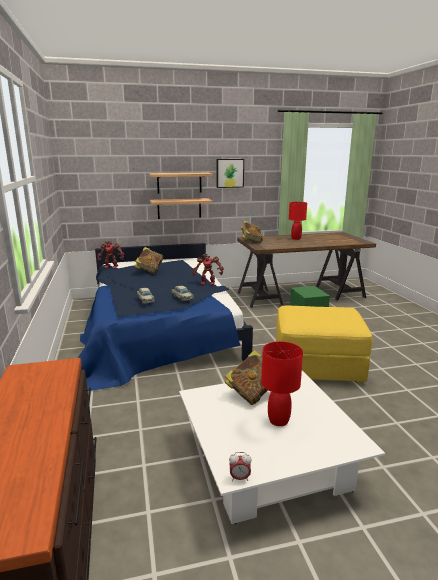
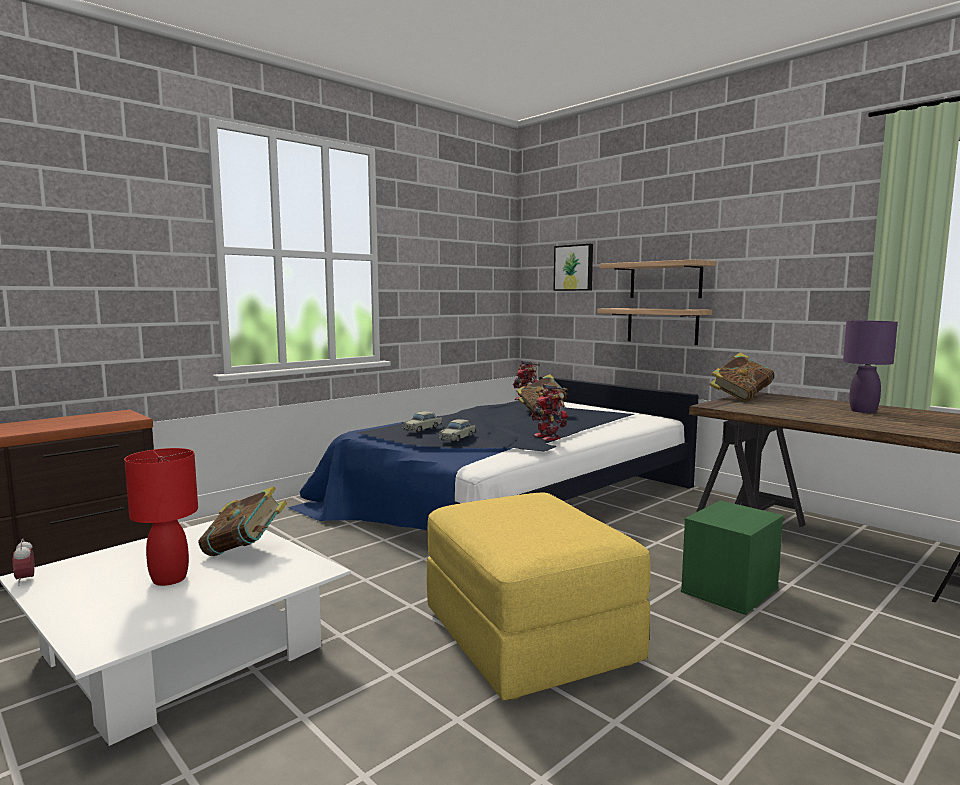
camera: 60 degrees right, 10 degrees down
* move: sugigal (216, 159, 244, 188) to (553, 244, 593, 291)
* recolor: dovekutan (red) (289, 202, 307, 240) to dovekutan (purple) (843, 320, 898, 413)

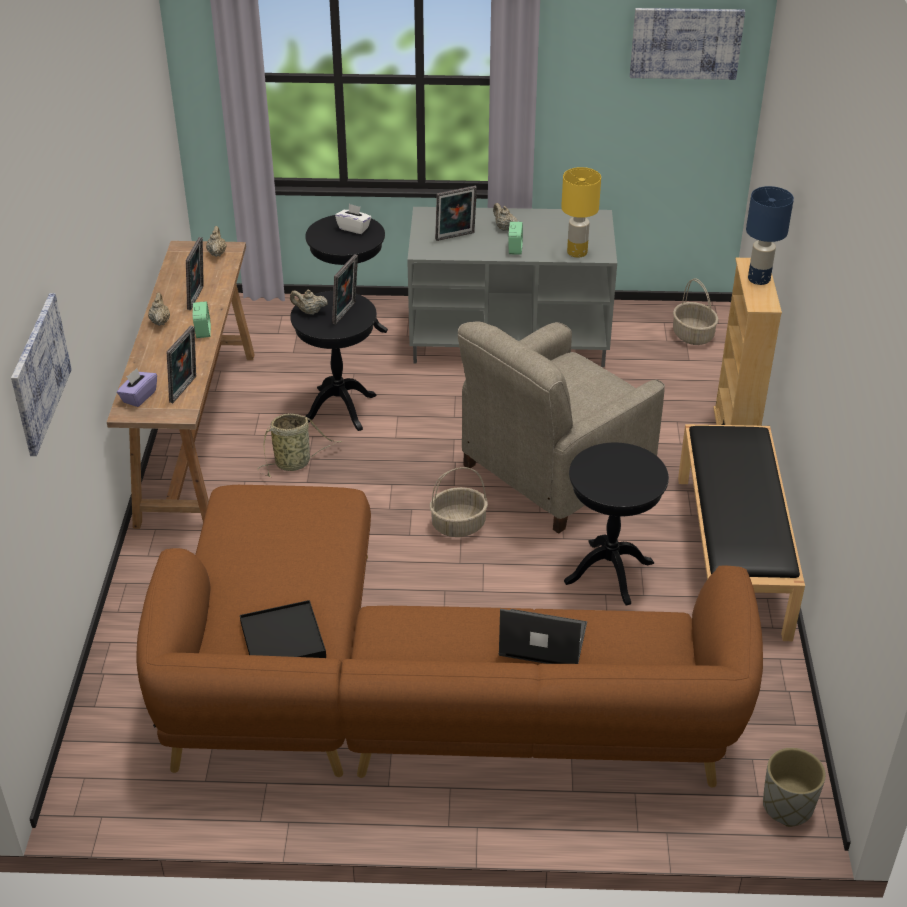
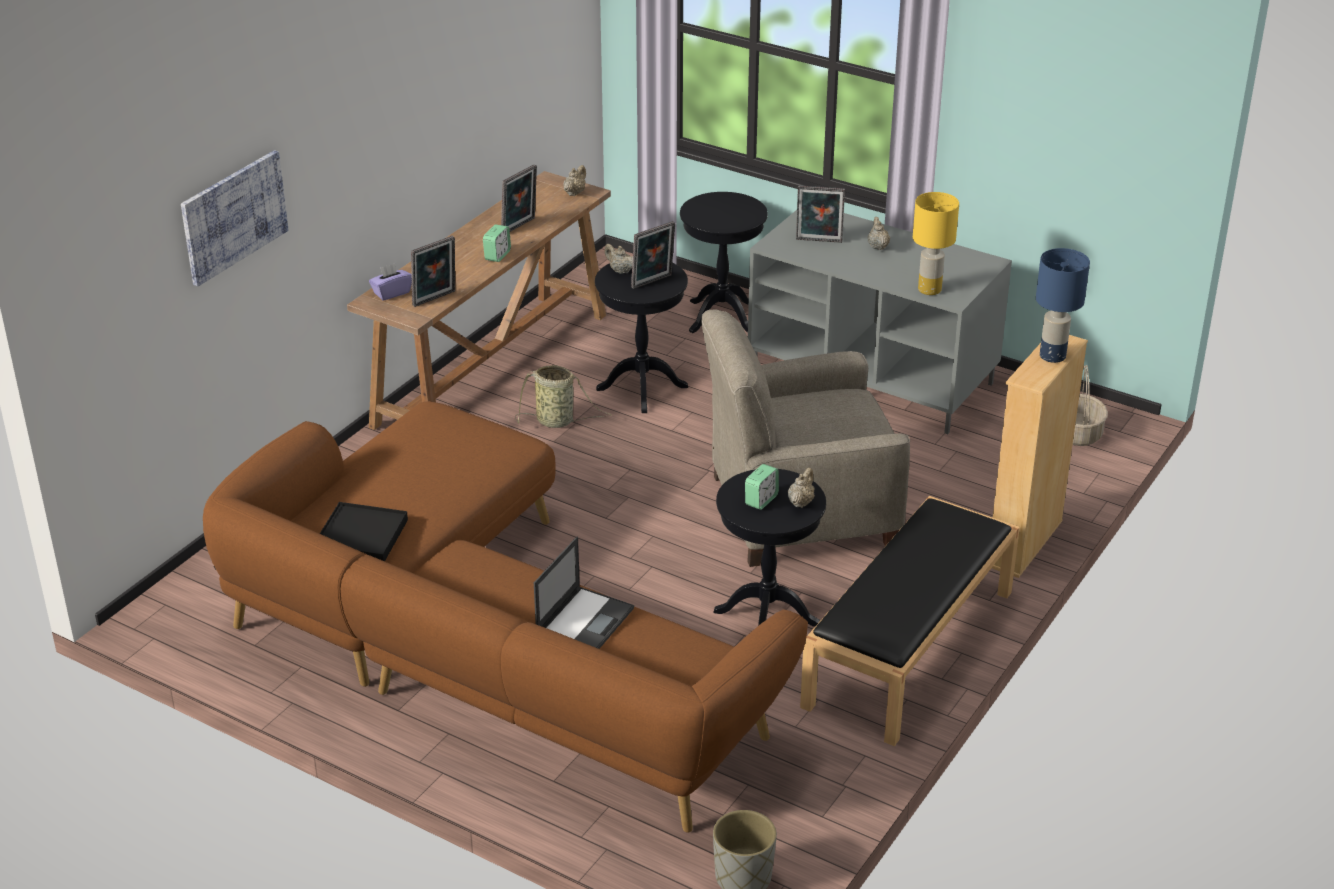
camera: 30 degrees right, 5 degrees down
* delete: sugigal (630, 8, 745, 80)
* delete: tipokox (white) (335, 204, 372, 234)
* move: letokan (508, 222, 523, 255) to (745, 464, 779, 510)
* move: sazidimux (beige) (148, 293, 170, 326) to (788, 467, 815, 508)
* delete: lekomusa (430, 467, 488, 537)
* rotate: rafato (499, 609, 587, 664) = (534, 537, 634, 649) 75 degrees clockwise

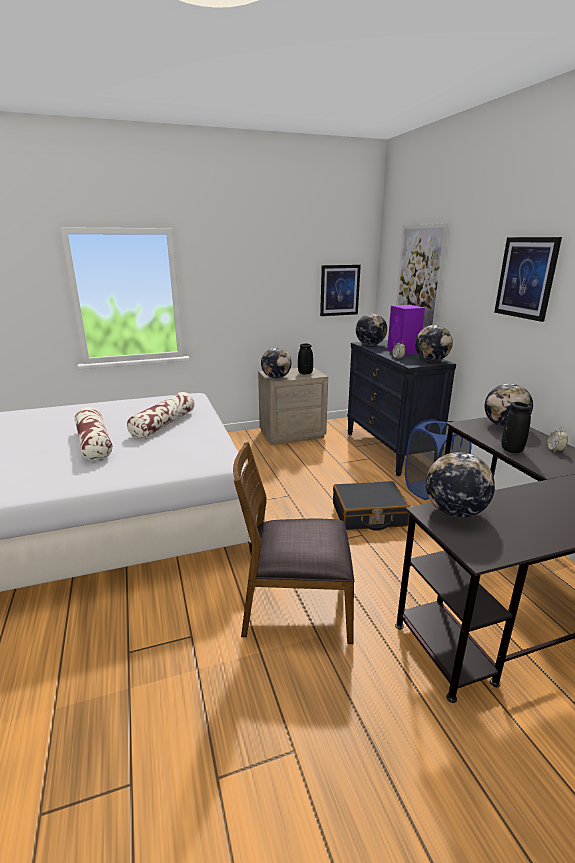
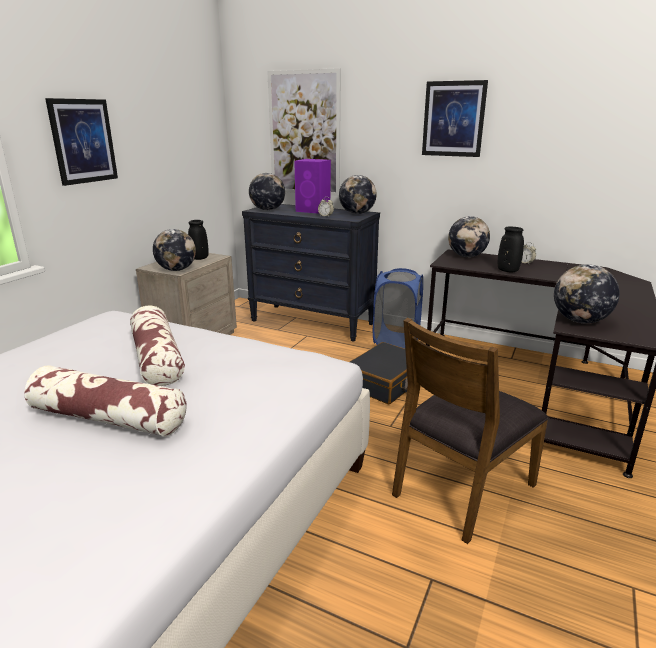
camera: 45 degrees left, 0 degrees up
* move: sugigal (320, 265, 361, 316) to (45, 98, 118, 186)

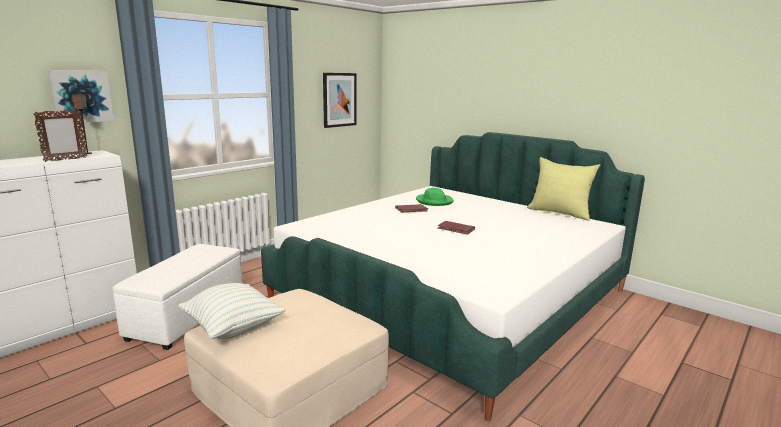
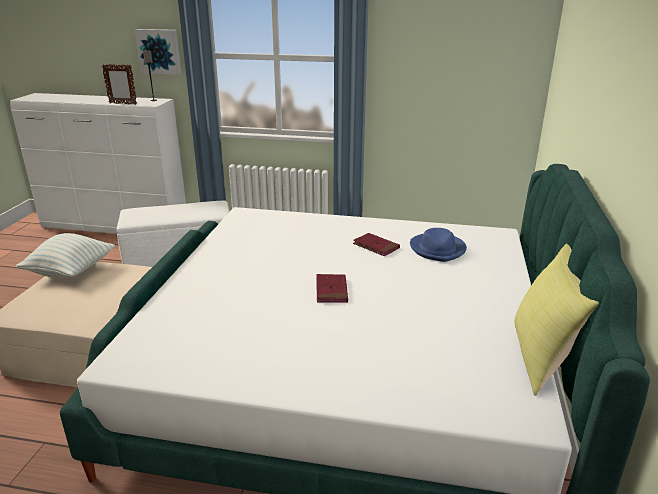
camera: 60 degrees right, 10 degrees up
* delete: sugigal (323, 73, 357, 128)
* recolor: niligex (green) (416, 188, 454, 206) to niligex (blue) (410, 228, 467, 262)

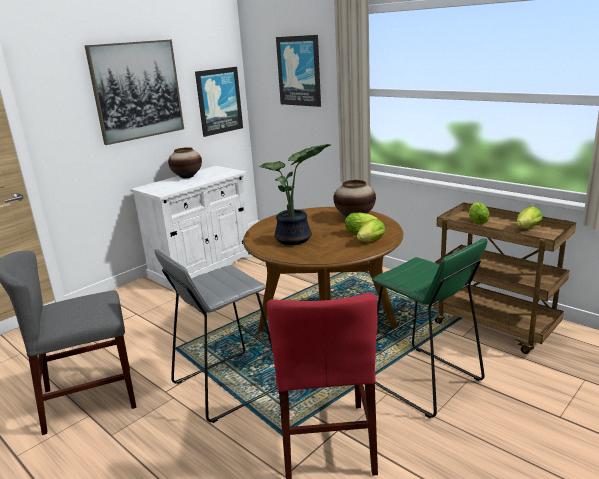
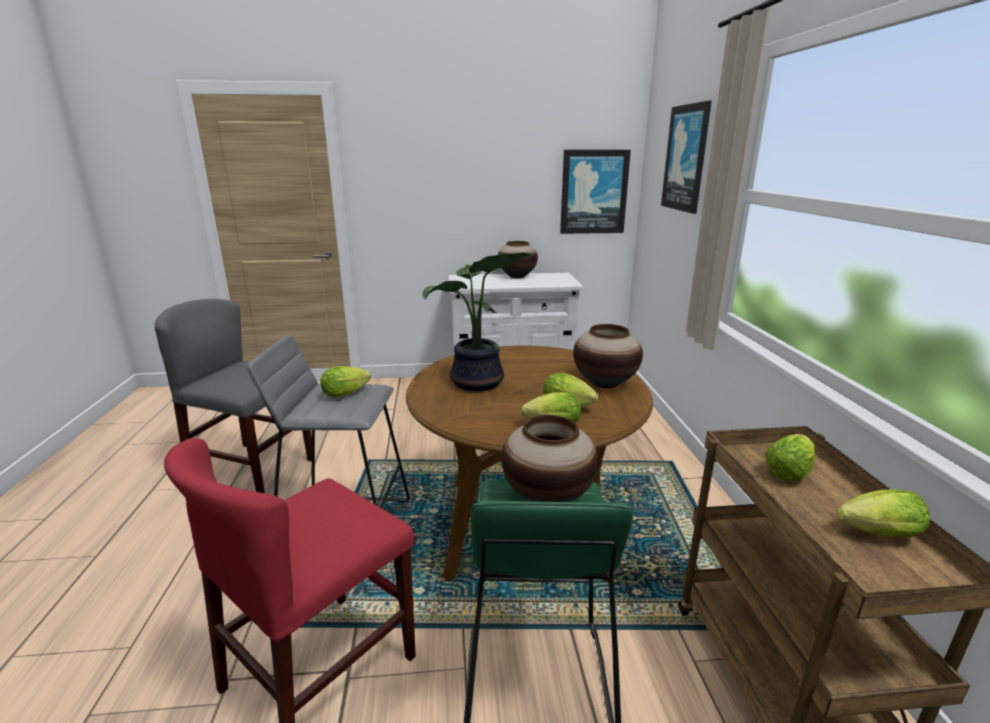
camera: 40 degrees right, 0 degrees up
* delete: sugigal (85, 40, 184, 145)
* insert: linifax (321, 366, 371, 397)
* insert: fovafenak (501, 415, 599, 502)

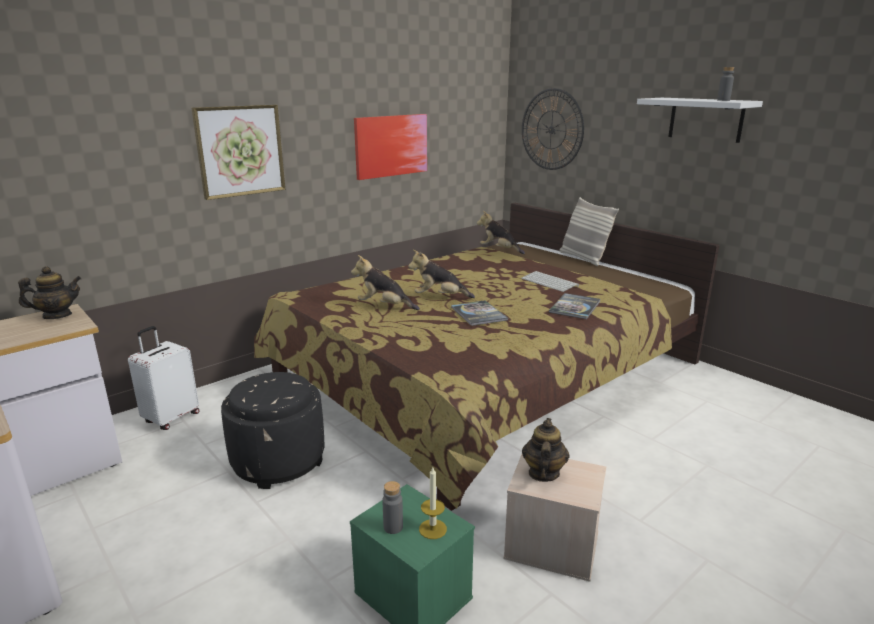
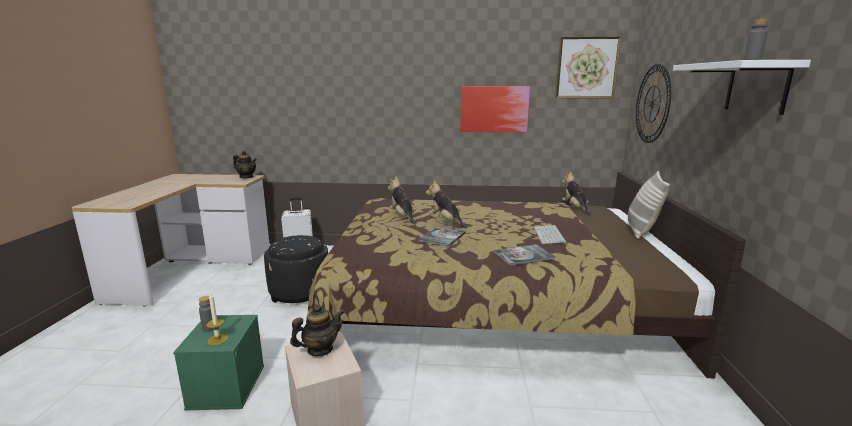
camera: 45 degrees right, 5 degrees down
* move: sugigal (192, 105, 285, 200) to (555, 36, 621, 98)

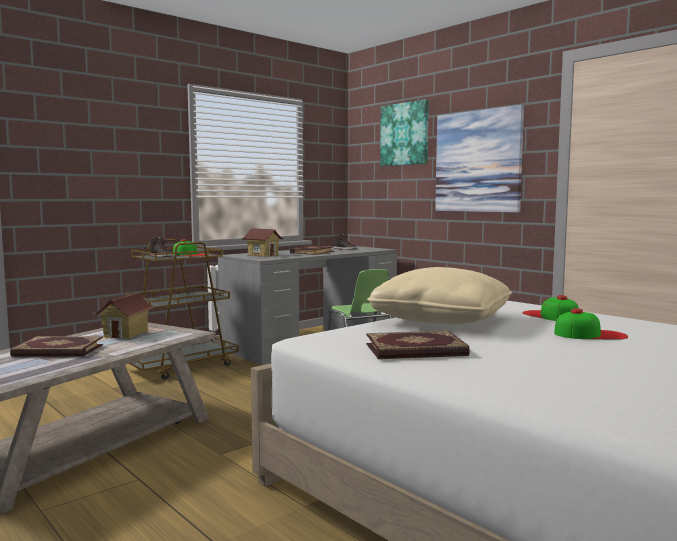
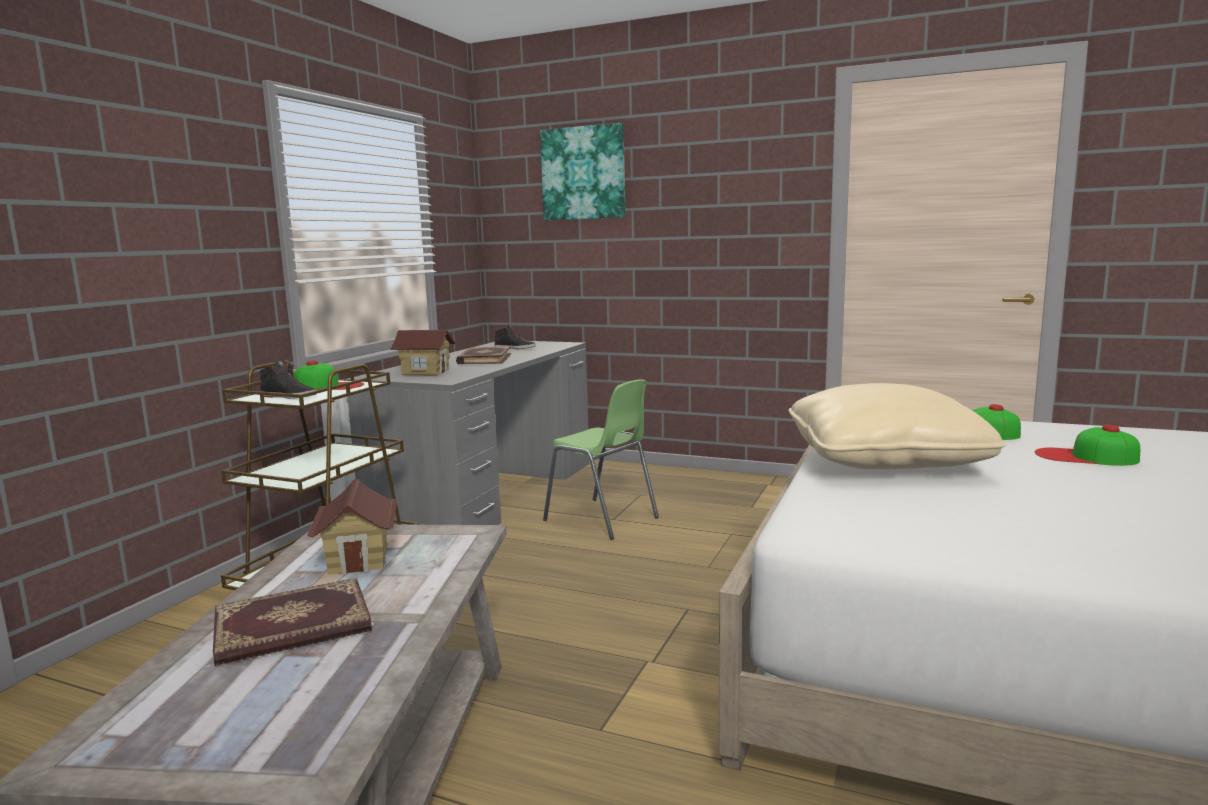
camera: 25 degrees left, 5 degrees up
* delete: sugigal (435, 105, 524, 213)
* rotate: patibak (554, 309, 628, 340) = (1035, 425, 1140, 466) 135 degrees counterclockwise
* delete: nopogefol (366, 331, 470, 359)

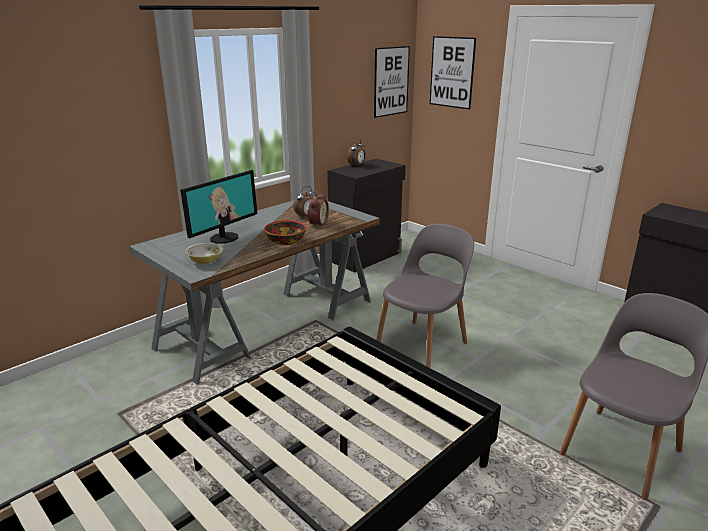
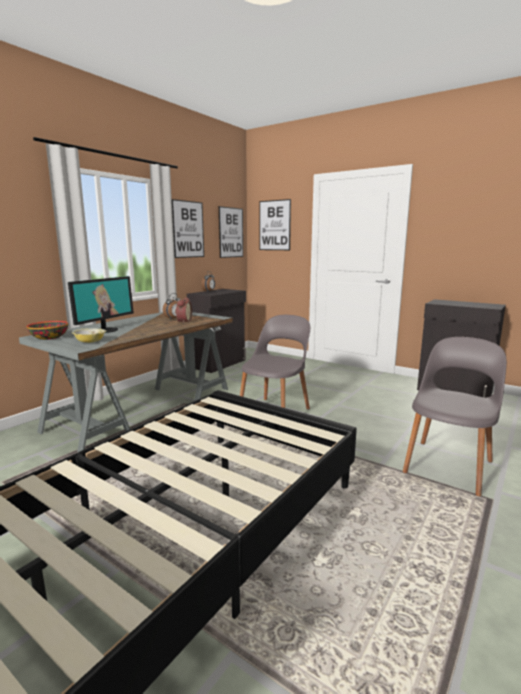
camera: 10 degrees left, 10 degrees down
* move: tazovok (264, 220, 306, 245) to (27, 321, 68, 340)
* insert: sugigal (172, 199, 204, 258)

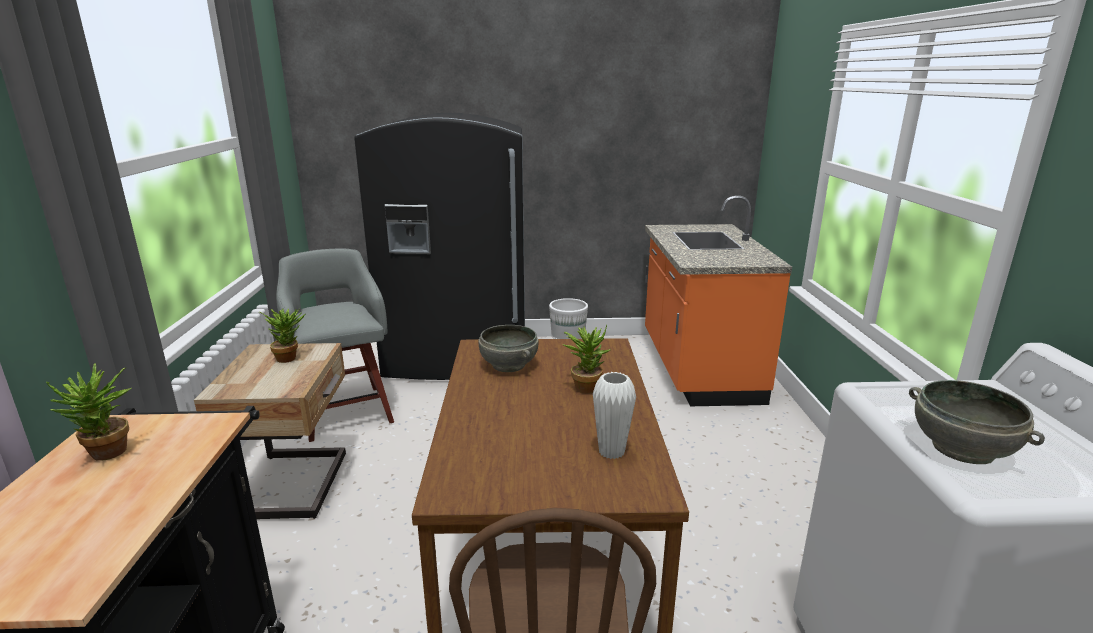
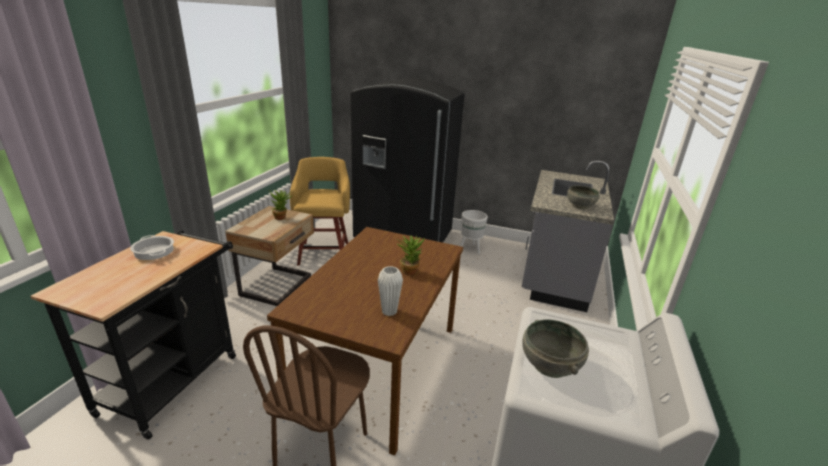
camera: 20 degrees right, 5 degrees up
* recolor: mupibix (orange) (645, 196, 792, 406) to mupibix (grey) (522, 161, 614, 312)
* recolor: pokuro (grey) (276, 248, 394, 442) to pokuro (yellow) (290, 157, 350, 265)
* move: tazovok (grey) (479, 325, 538, 372) to (567, 185, 600, 209)
* replace: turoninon (46, 363, 131, 461) to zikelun (130, 235, 174, 260)

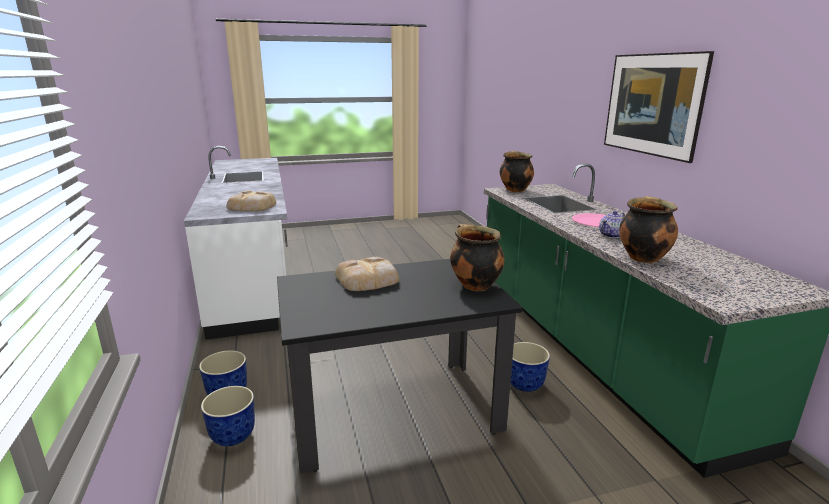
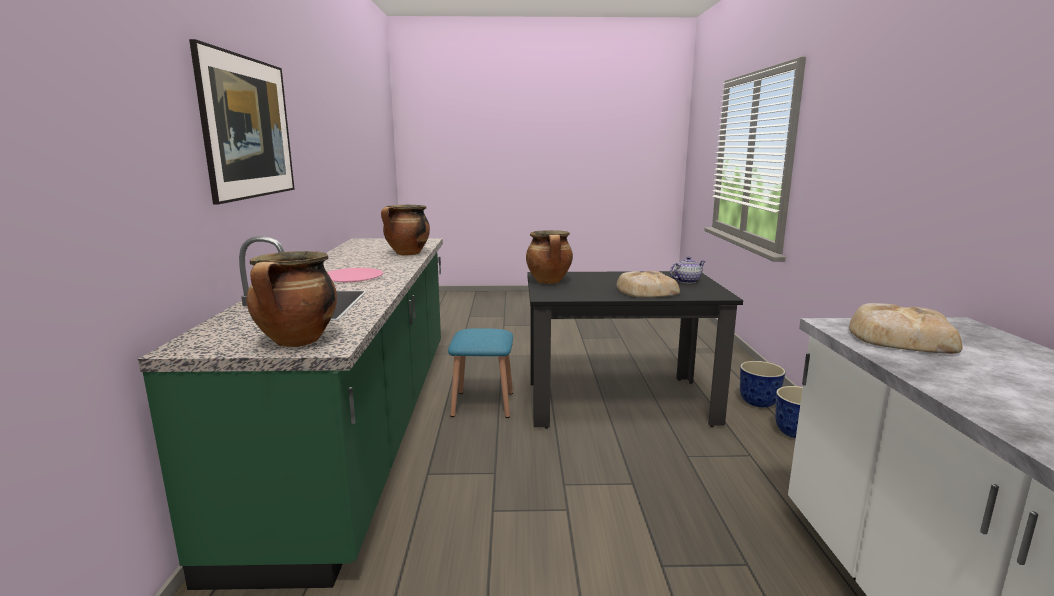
camera: 165 degrees left, 5 degrees down
* move: sazidimux (599, 211, 625, 238) to (670, 256, 706, 284)
* replace: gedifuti (511, 342, 550, 392) to pokuro (blue) (448, 328, 513, 418)

